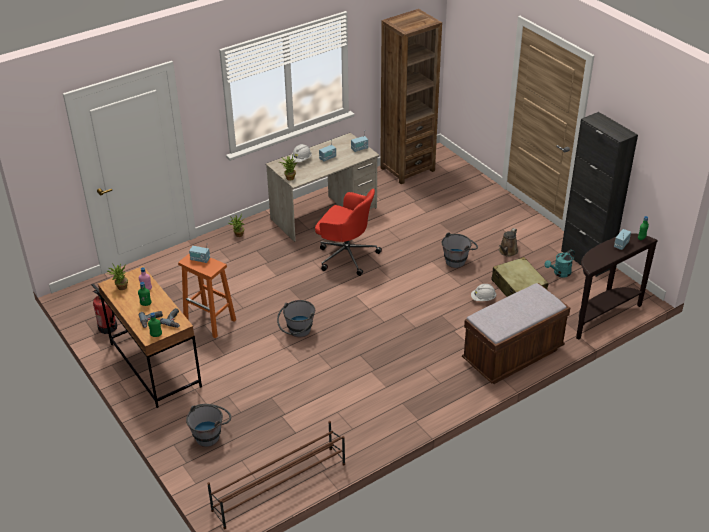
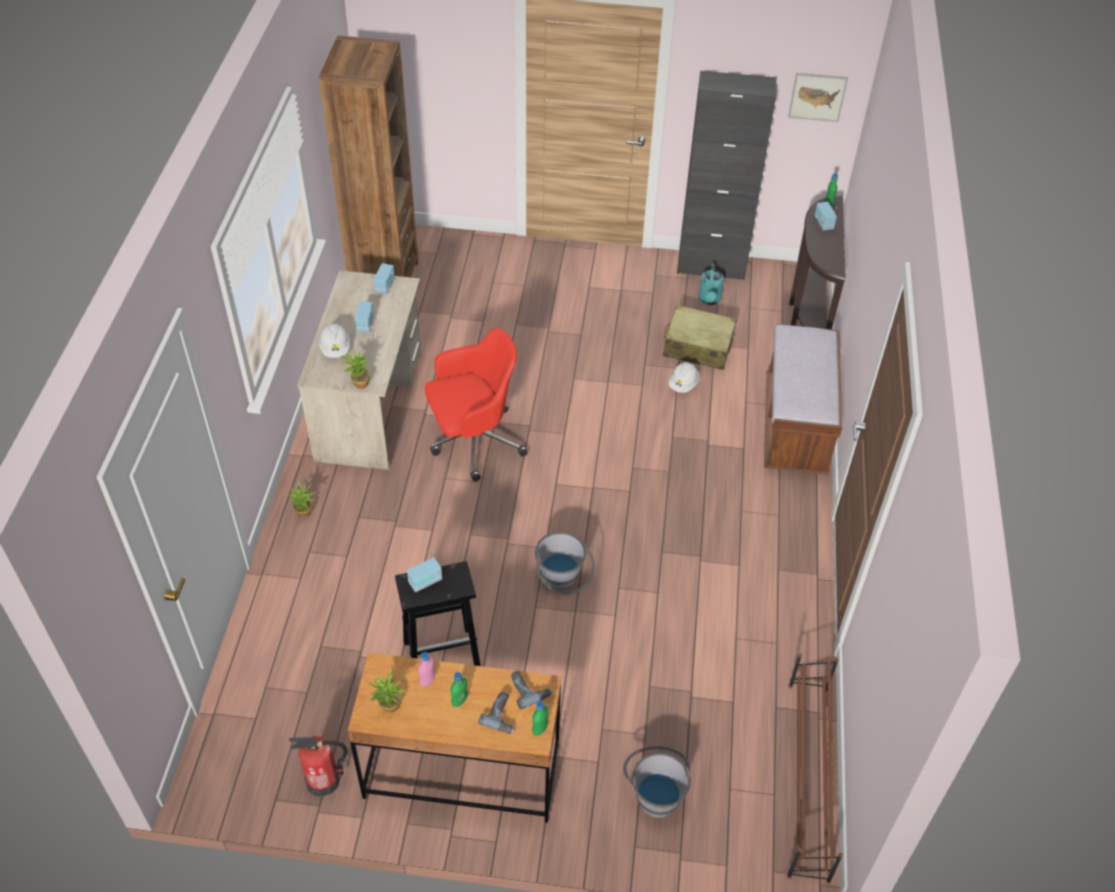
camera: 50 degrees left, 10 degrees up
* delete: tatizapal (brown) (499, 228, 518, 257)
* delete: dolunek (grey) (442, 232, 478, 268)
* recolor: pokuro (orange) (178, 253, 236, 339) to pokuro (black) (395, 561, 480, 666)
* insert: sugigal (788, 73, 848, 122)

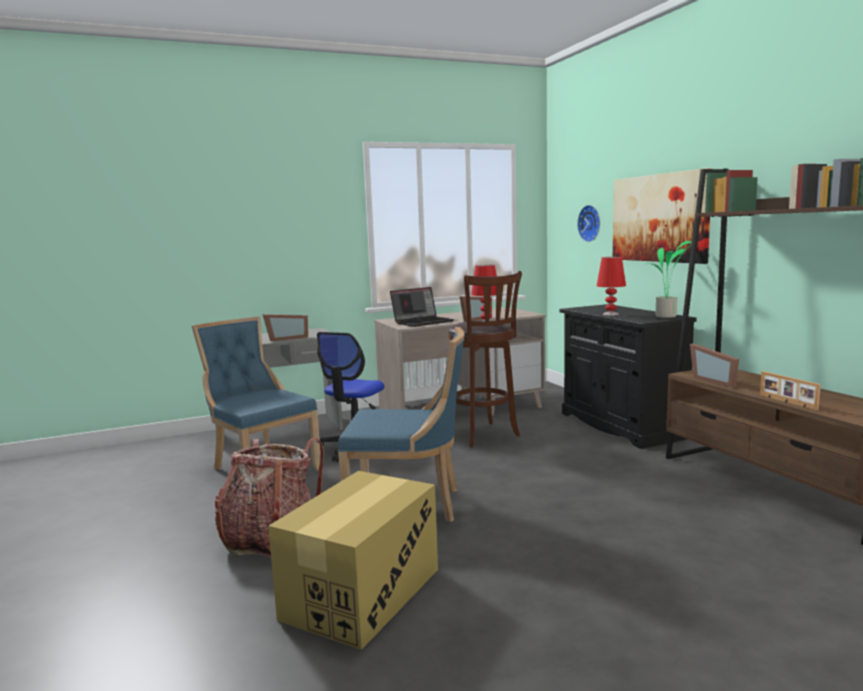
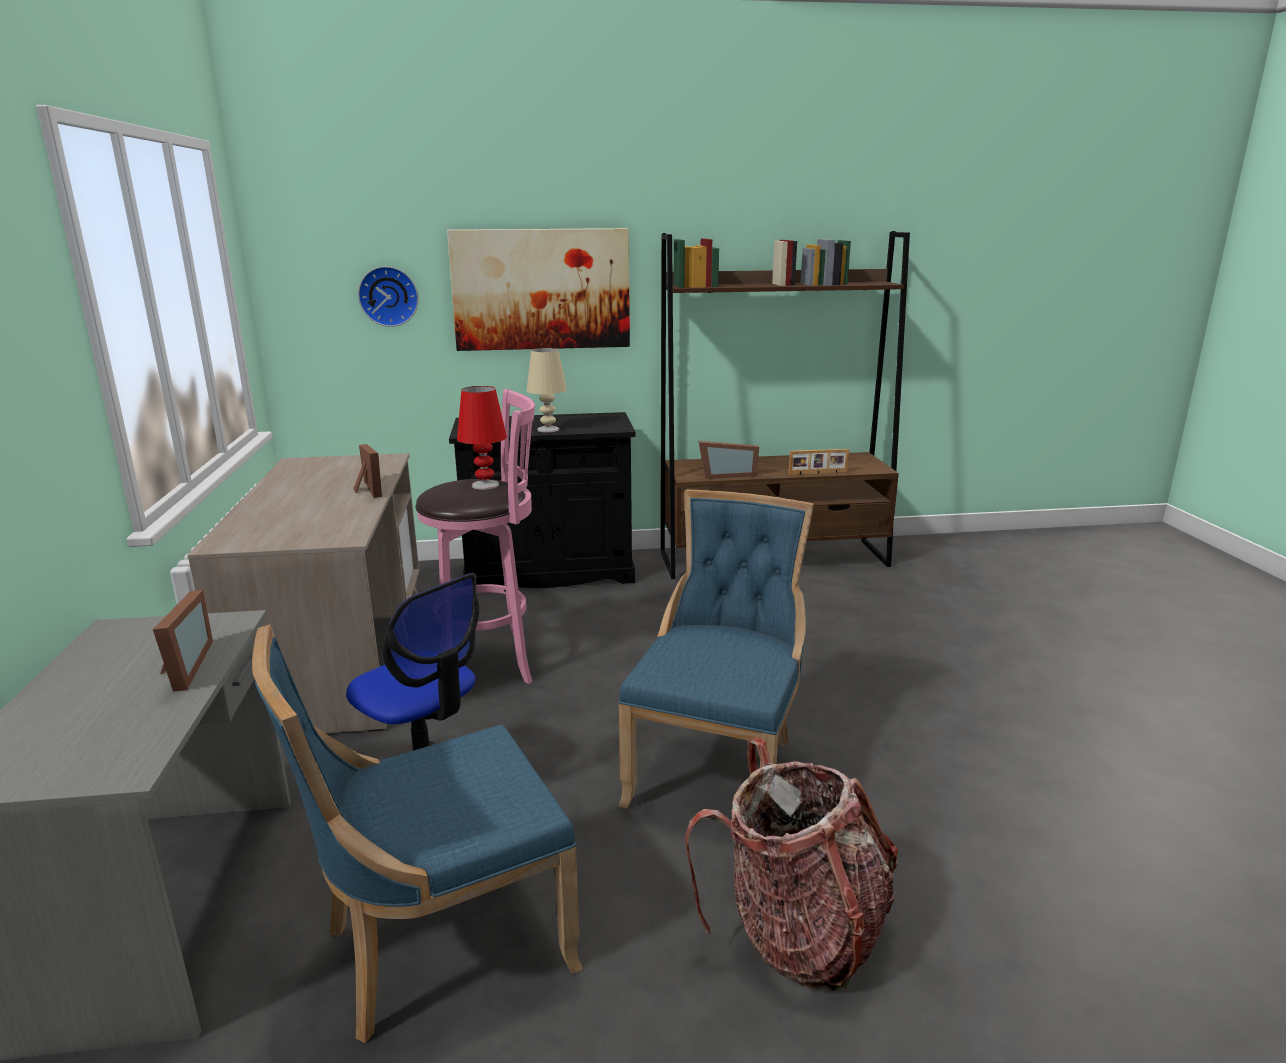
camera: 75 degrees left, 10 degrees up
* delete: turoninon (644, 241, 692, 318)
* recolor: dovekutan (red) (597, 257, 626, 316) to dovekutan (beige) (526, 348, 567, 433)
* recolor: pokuro (brown) (448, 271, 522, 447) to pokuro (pink) (415, 389, 535, 684)
* delete: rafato (390, 287, 454, 327)
* delete: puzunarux (268, 471, 438, 650)

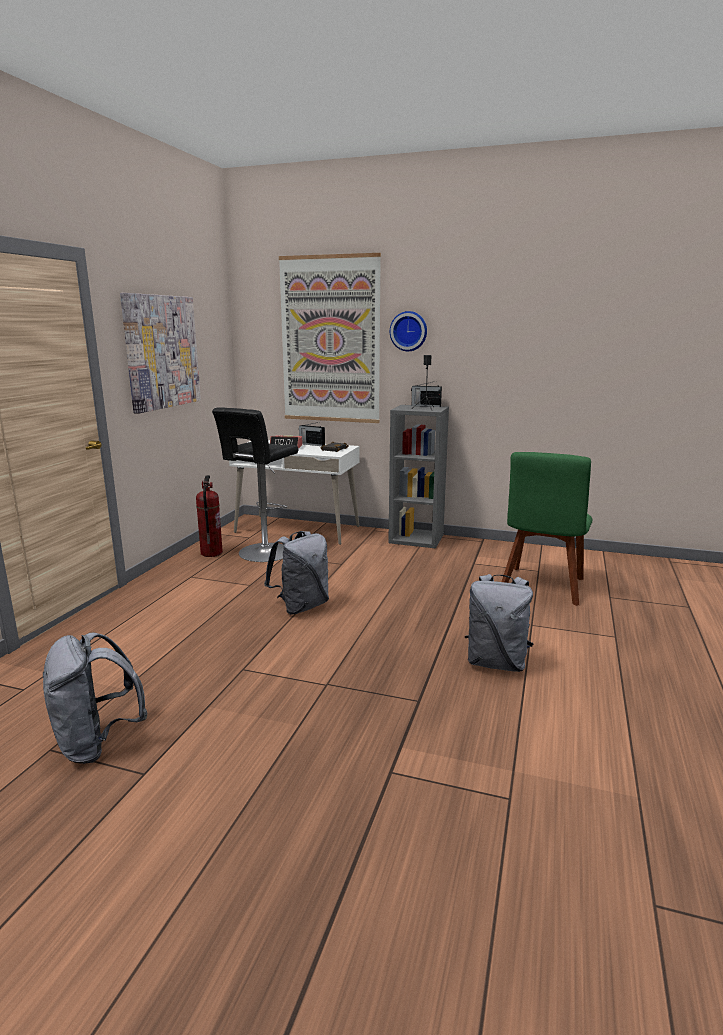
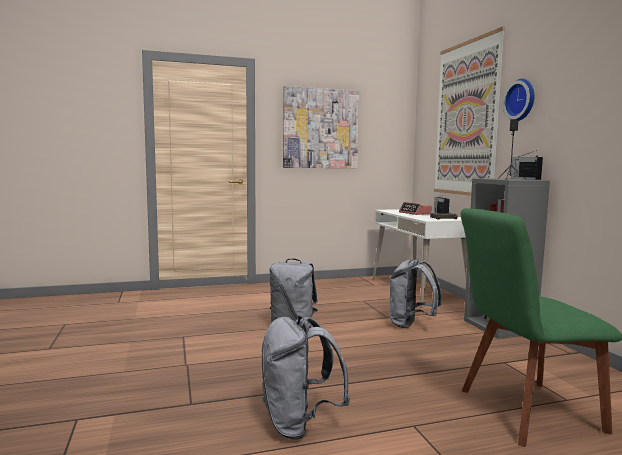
camera: 55 degrees right, 10 degrees down
* delete: pokuro (black) (212, 407, 298, 562)
* delete: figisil (196, 475, 223, 557)
* move: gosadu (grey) (43, 632, 147, 764) to (389, 258, 442, 328)

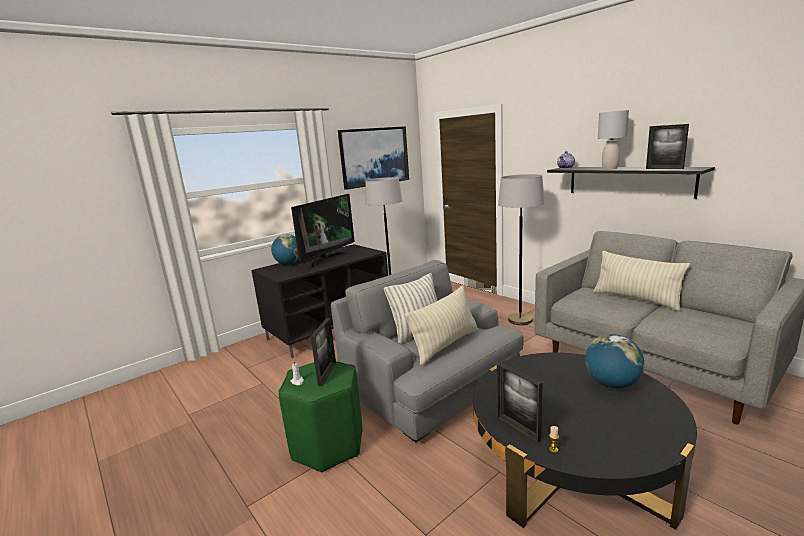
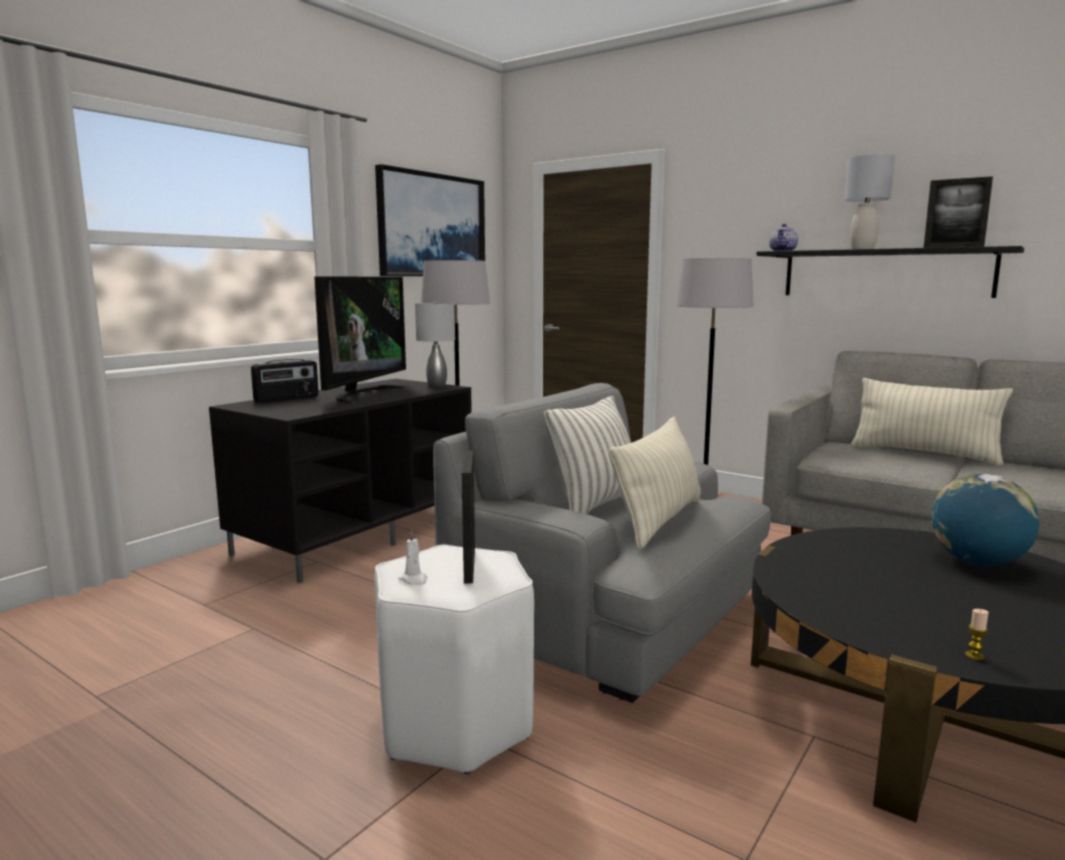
camera: 15 degrees left, 5 degrees down
* replace: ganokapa (271, 234, 299, 265) to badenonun (251, 359, 319, 404)
* recolor: pokuro (green) (278, 361, 362, 472) to pokuro (white) (374, 545, 534, 774)
* delete: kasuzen (497, 362, 543, 443)
* insert: dovekutan (grey) (415, 302, 455, 387)

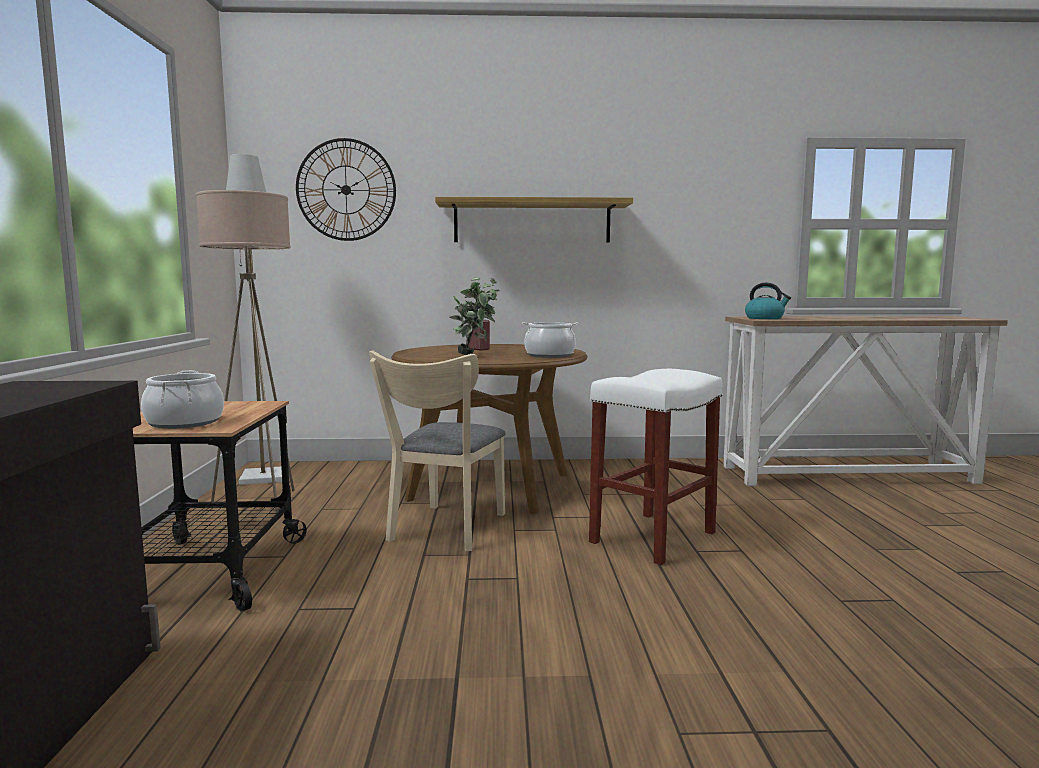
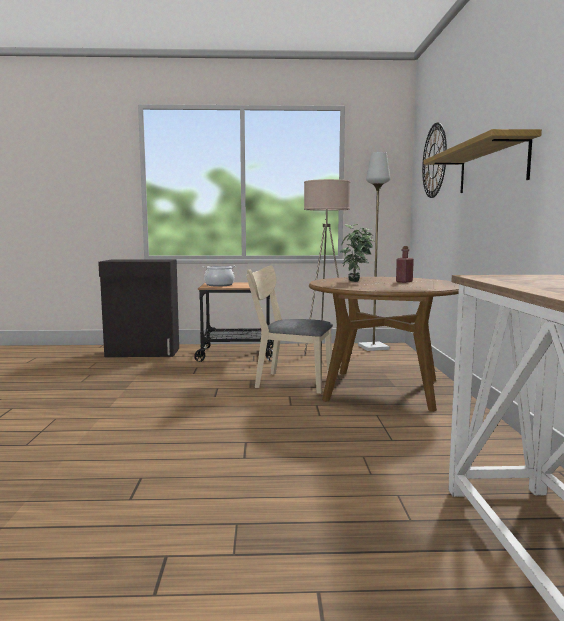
camera: 90 degrees right, 0 degrees up
* delete: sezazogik (745, 283, 791, 319)
* delete: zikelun (522, 322, 579, 358)
* delete: pokuro (white) (589, 369, 723, 565)

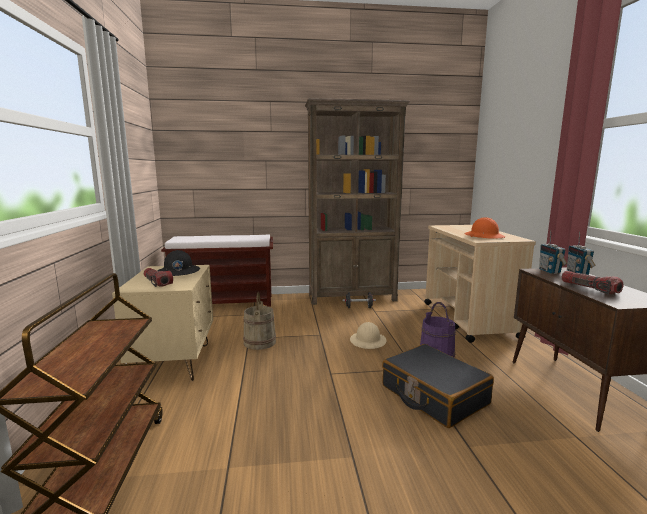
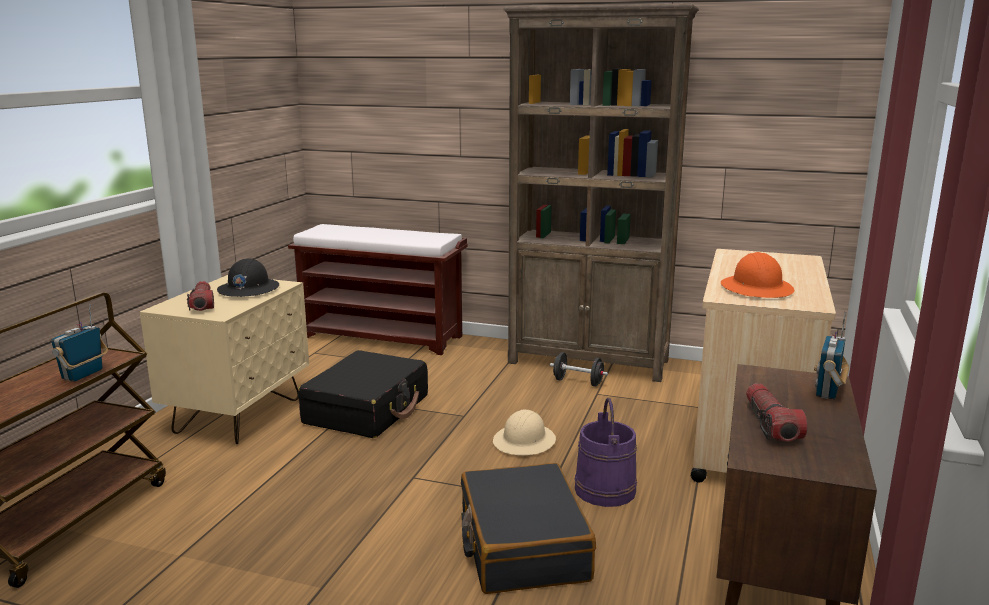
camera: 25 degrees right, 5 degrees up
* move: badenonun (539, 230, 567, 274) to (51, 304, 108, 381)
* replace: dolunek (beige) (243, 292, 276, 350) to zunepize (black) (298, 350, 428, 438)

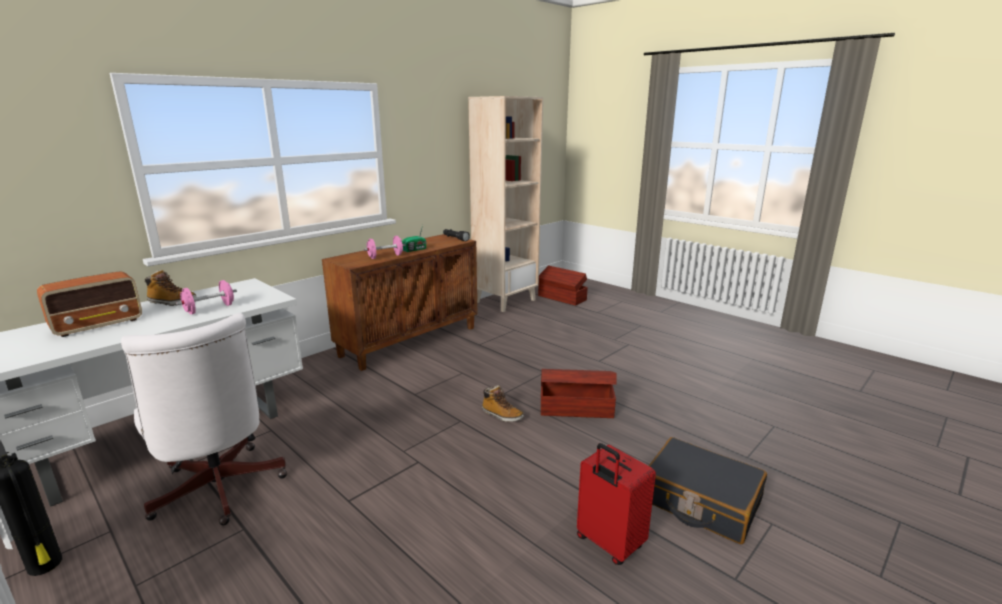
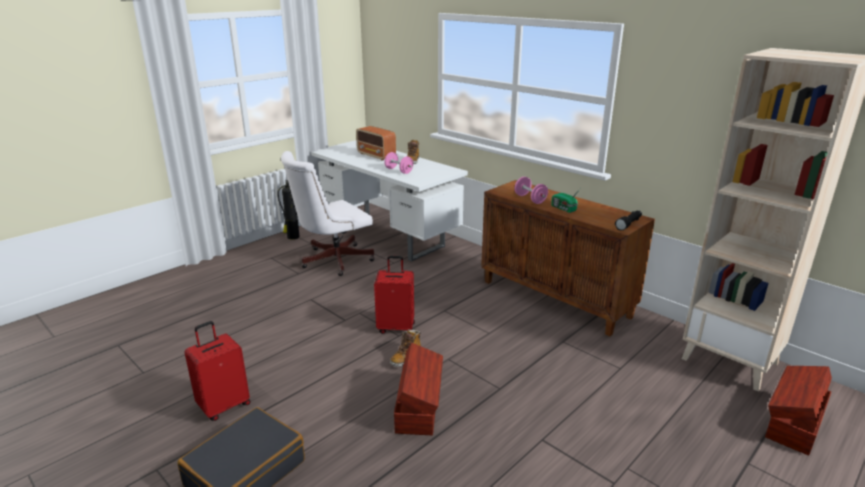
camera: 90 degrees right, 5 degrees up
* insert: zunepize (red) (374, 256, 415, 334)

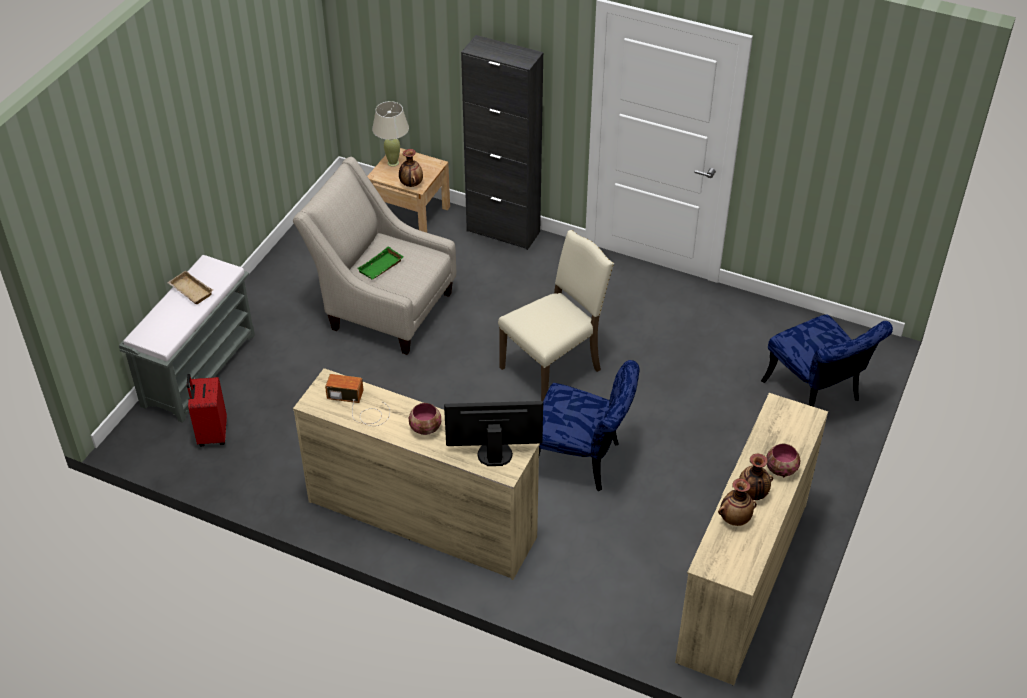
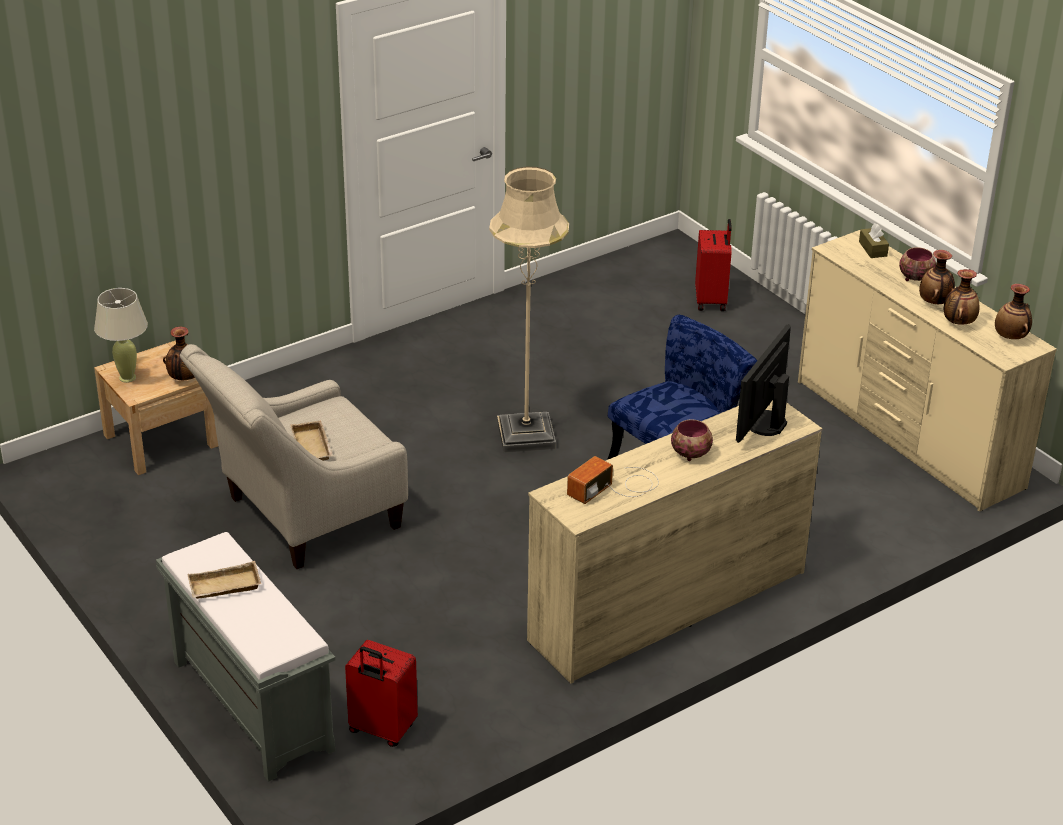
camera: 60 degrees left, 10 degrees down
* delete: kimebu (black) (461, 35, 543, 250)
* replace: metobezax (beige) (498, 230, 614, 401) to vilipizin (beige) (489, 167, 569, 453)
* recolor: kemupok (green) (357, 246, 403, 280) to kemupok (beige) (290, 420, 333, 461)
* replace: metobezax (blue) (761, 314, 893, 407) to zunepize (red) (695, 219, 732, 311)
* insert: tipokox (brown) (859, 223, 889, 258)
* insert: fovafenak (995, 284, 1032, 339)

